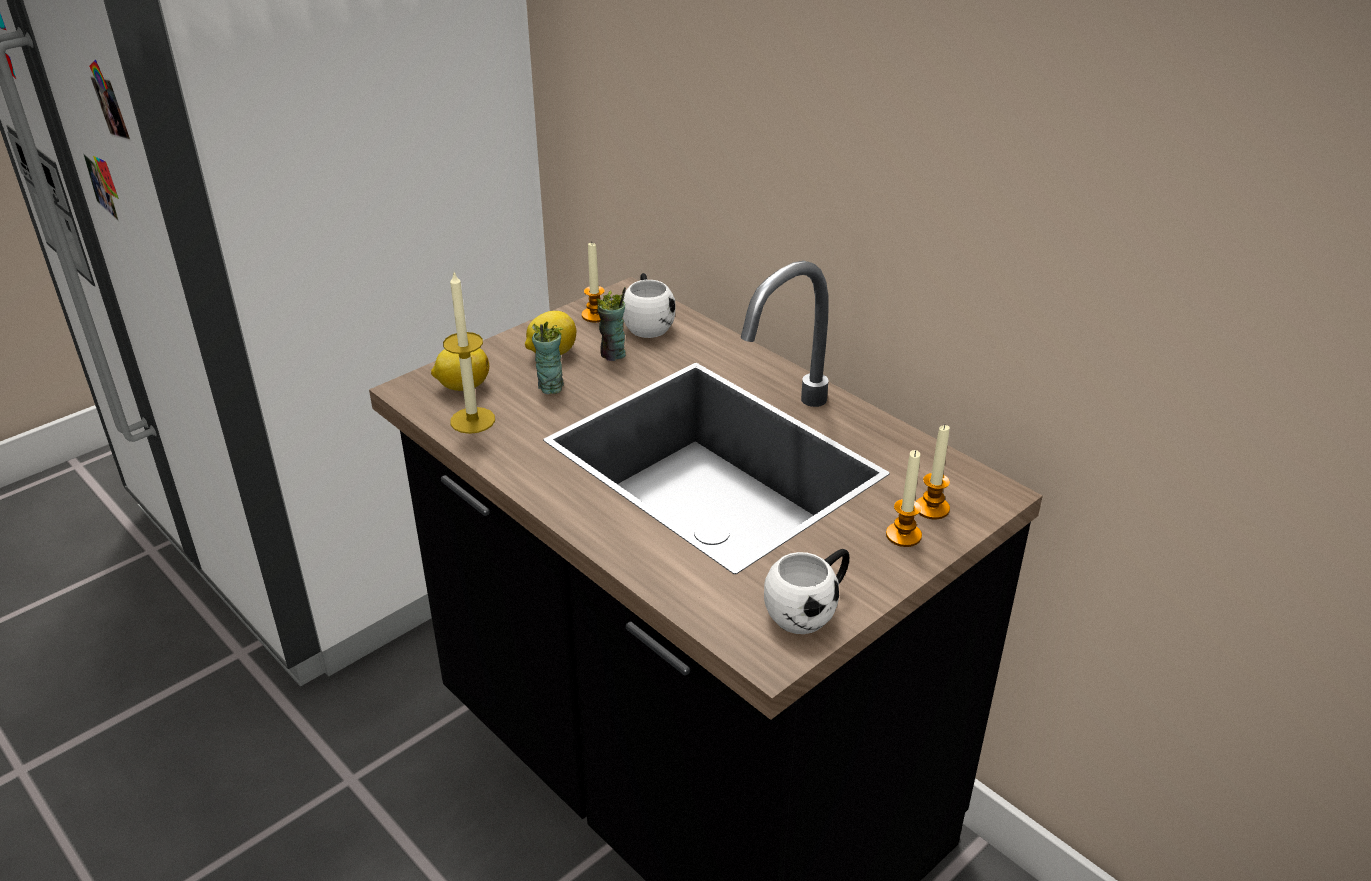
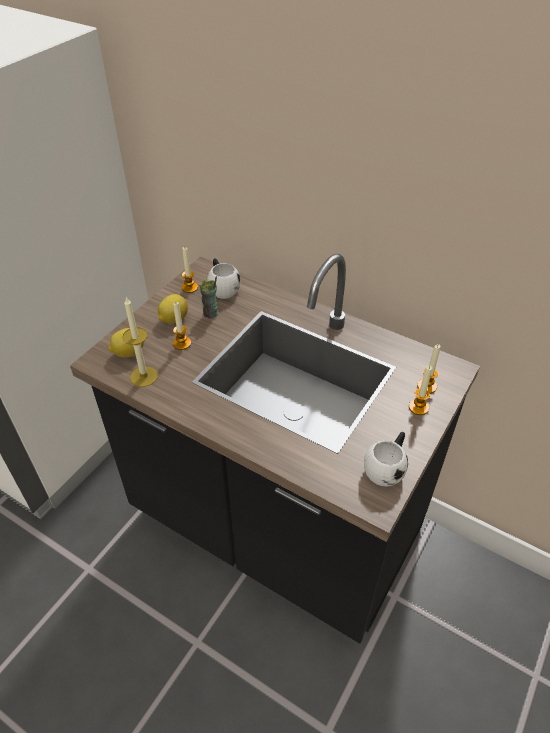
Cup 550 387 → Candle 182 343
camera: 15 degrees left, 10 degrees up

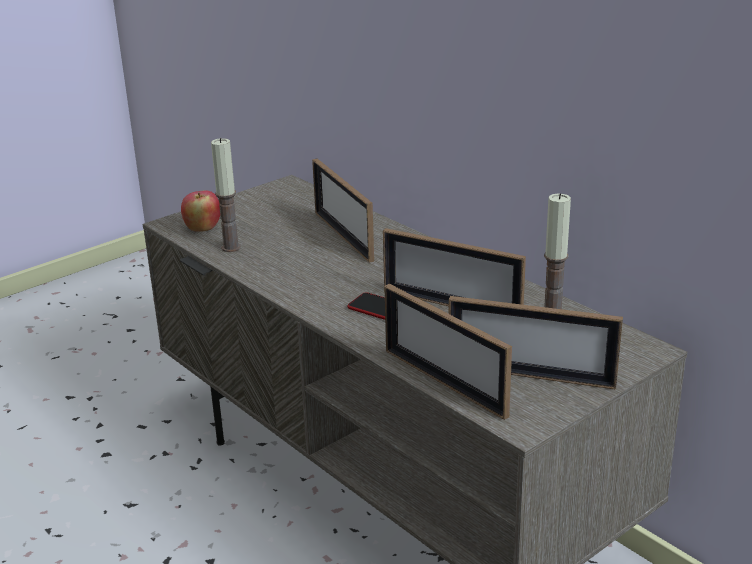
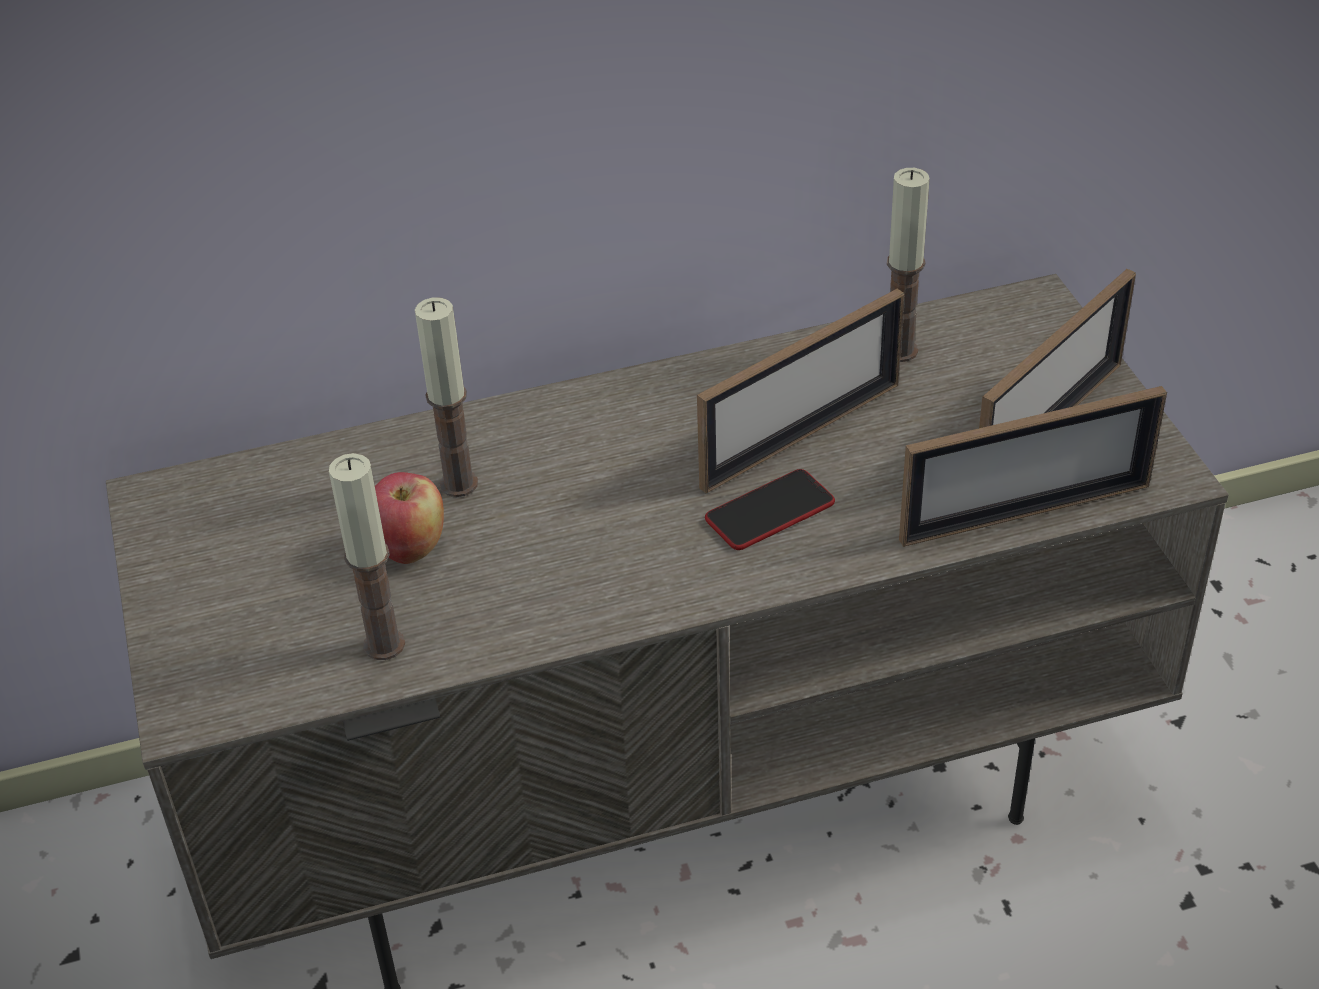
Apple 202 228 → Apple 409 547, shifted
PictureFrame 343 236 → Candle 458 484
camera: 65 degrees left, 15 degrees up

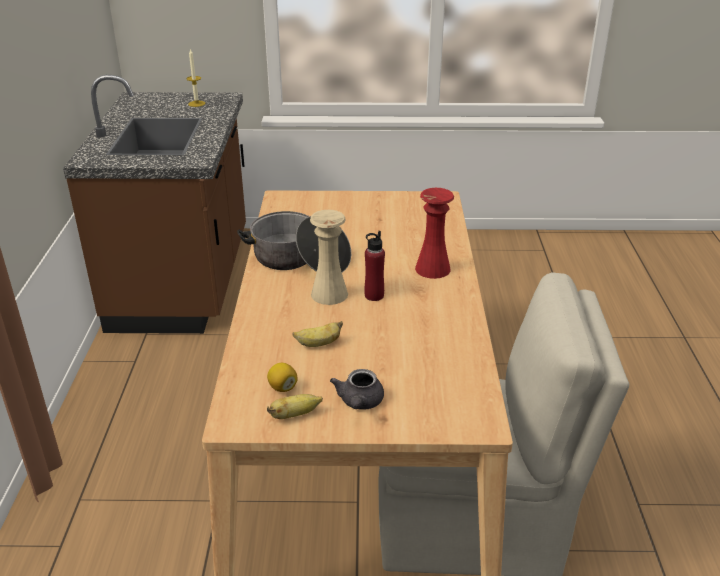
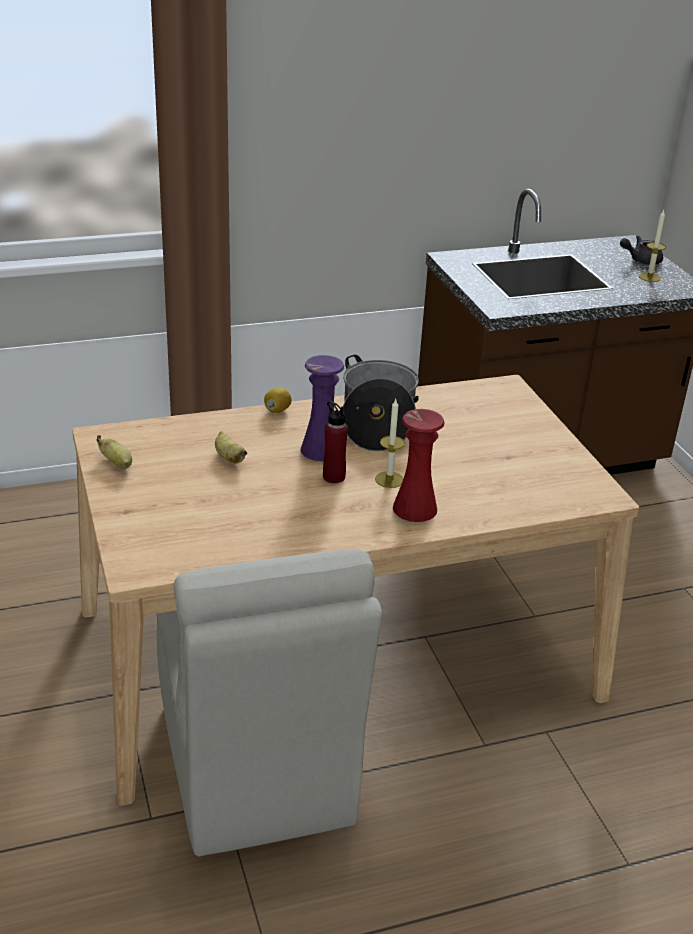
- → Candle 389 479
Lemon 282 387 → Lemon 277 410, shifted
GreyTeapot 359 403 → GreyTeapot 641 260, shifted
BeigeVase 329 294 → PurpleVase 321 450
camera: 70 degrees right, 0 degrees up

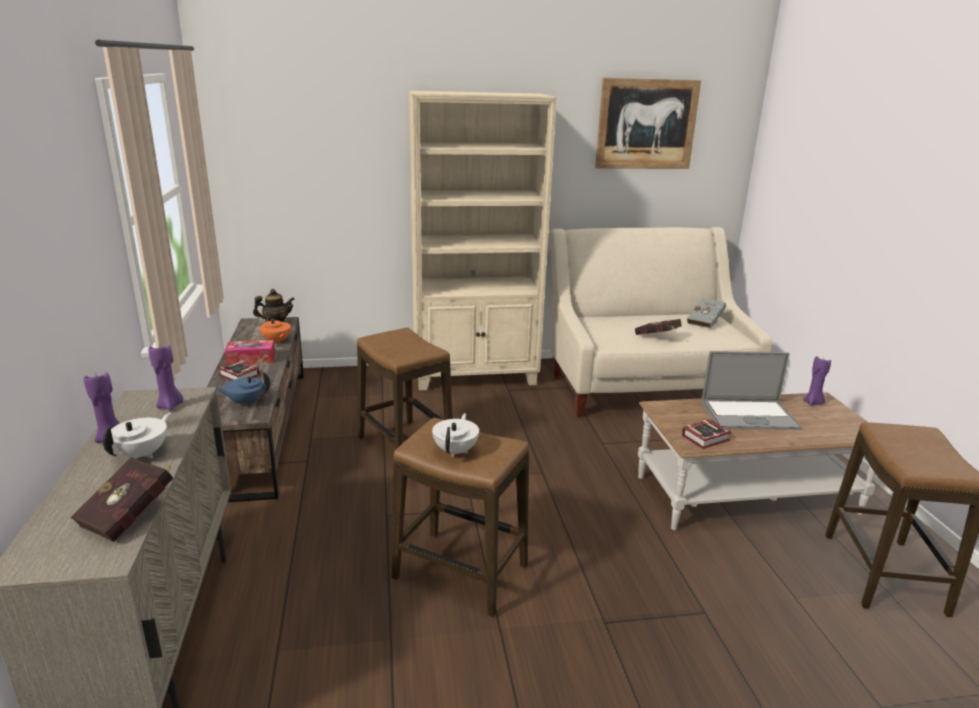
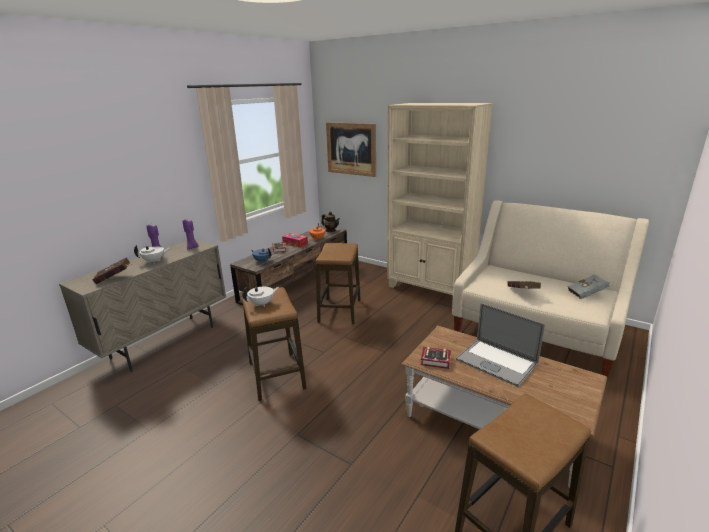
PurpleCandle 813 403 → -
Picture 646 124 → Picture 351 149, shifted
camera: 45 degrees right, 0 degrees up

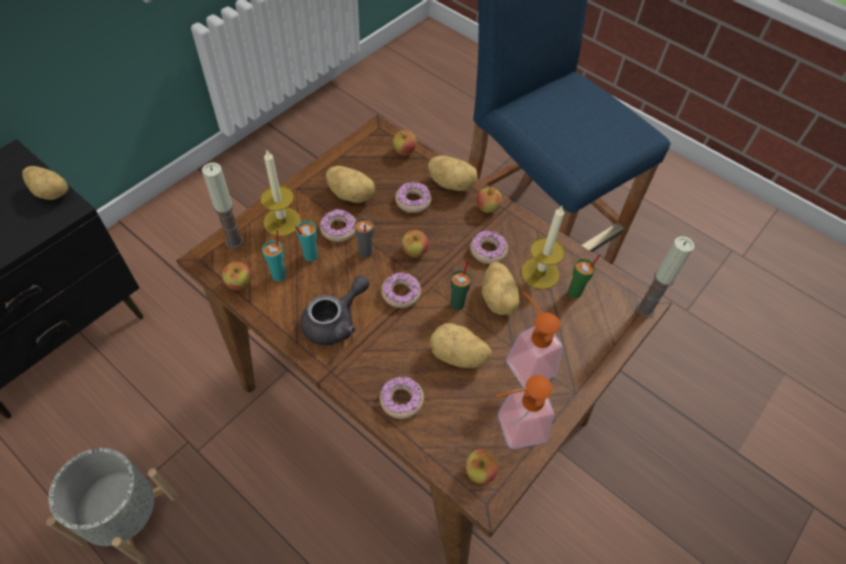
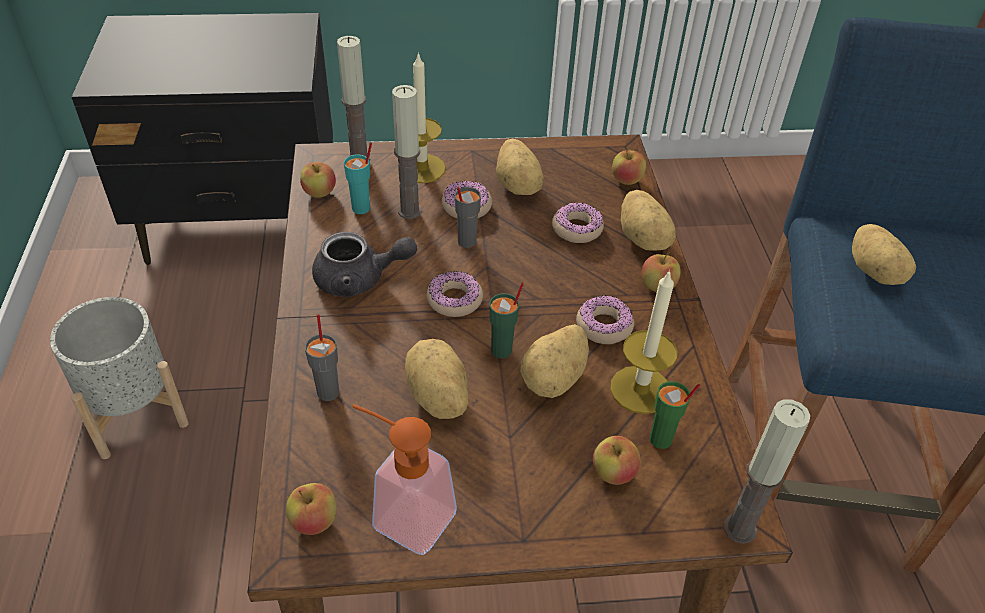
SoapDispenser 525 361 → -
Potato 51 192 → Potato 875 272, shifted
Apple 414 251 → Apple 613 473, shifted
TurquoiseCup 310 256 → Candle 409 211
Donut 401 400 → GreyCup 328 391
camera: 45 degrees right, 10 degrees down

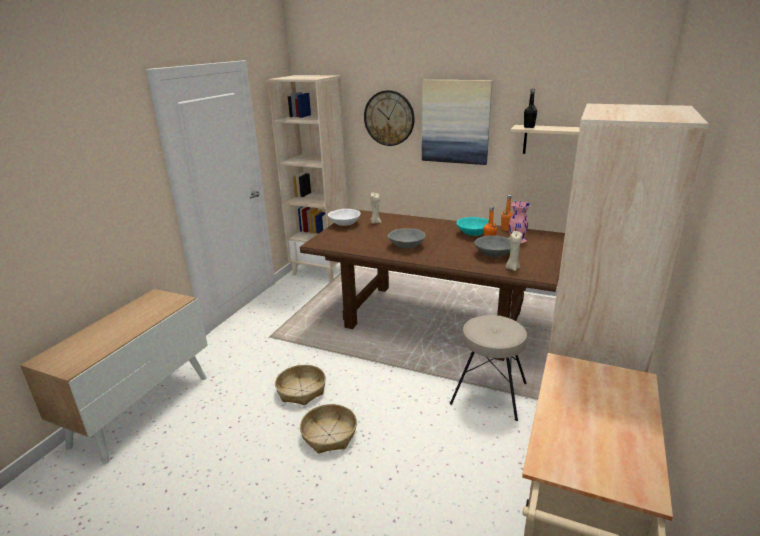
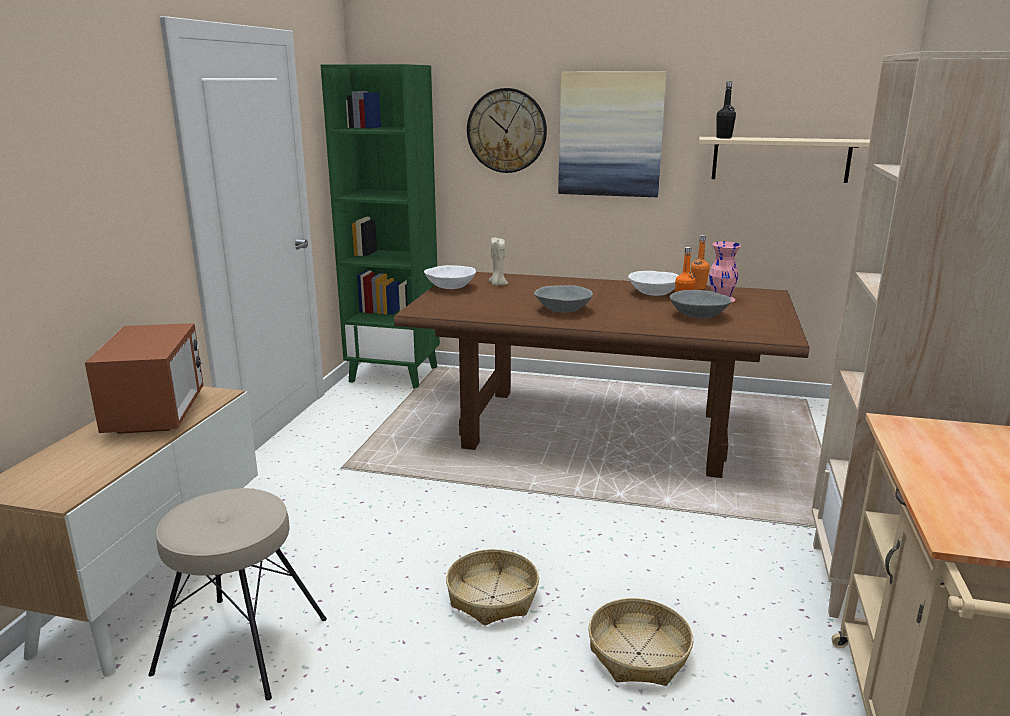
BeigeCandle 512 268 → -
- → Microwave 157 414
Basket 301 391 → Basket 639 654, shifted
BeigeStool 489 394 → BeigeStool 241 647, shifted
BeigeBookcase 321 270 → GreenBookcase 395 374
TurquoiseBowl 473 233 → WhiteBowl 654 293
camera: 10 degrees left, 5 degrees down

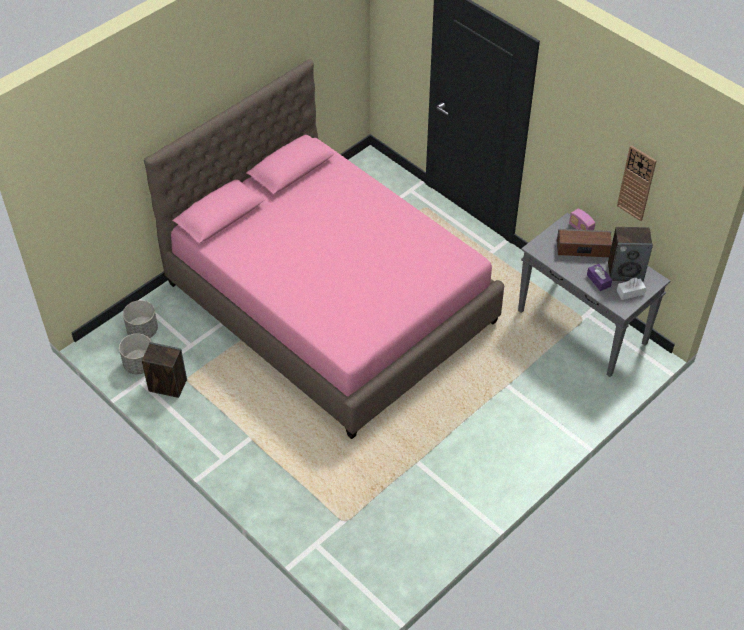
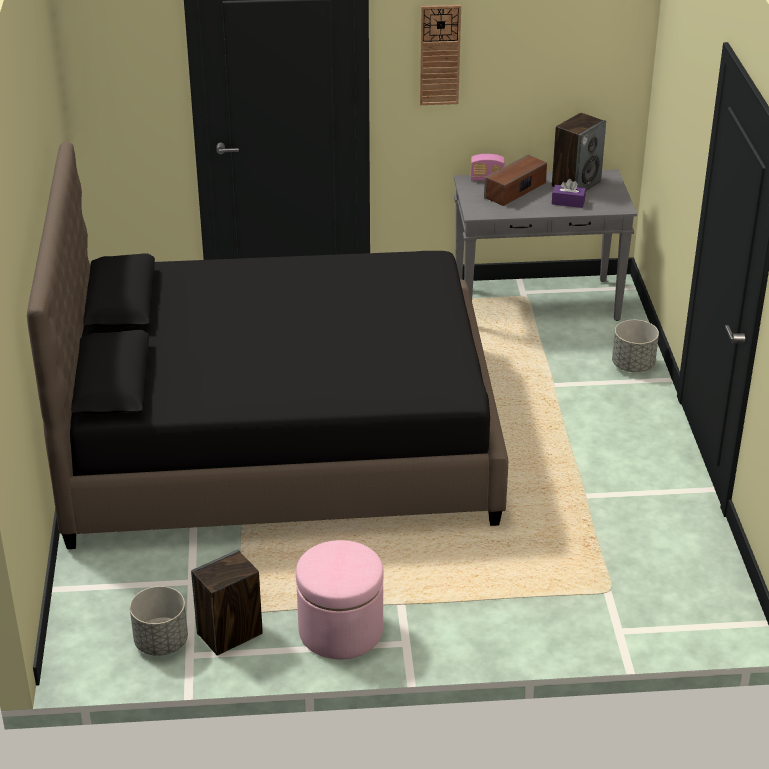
WhiteTissueBox 630 292 → -
- → PinkOttoman 340 630
GreyPlanter 143 331 → GreyPlanter 633 365, shifted
WallClock 636 183 → WallClock 440 55, shifted
PinkBed 331 302 → BlackBed 279 439
camera: 50 degrees left, 15 degrees down

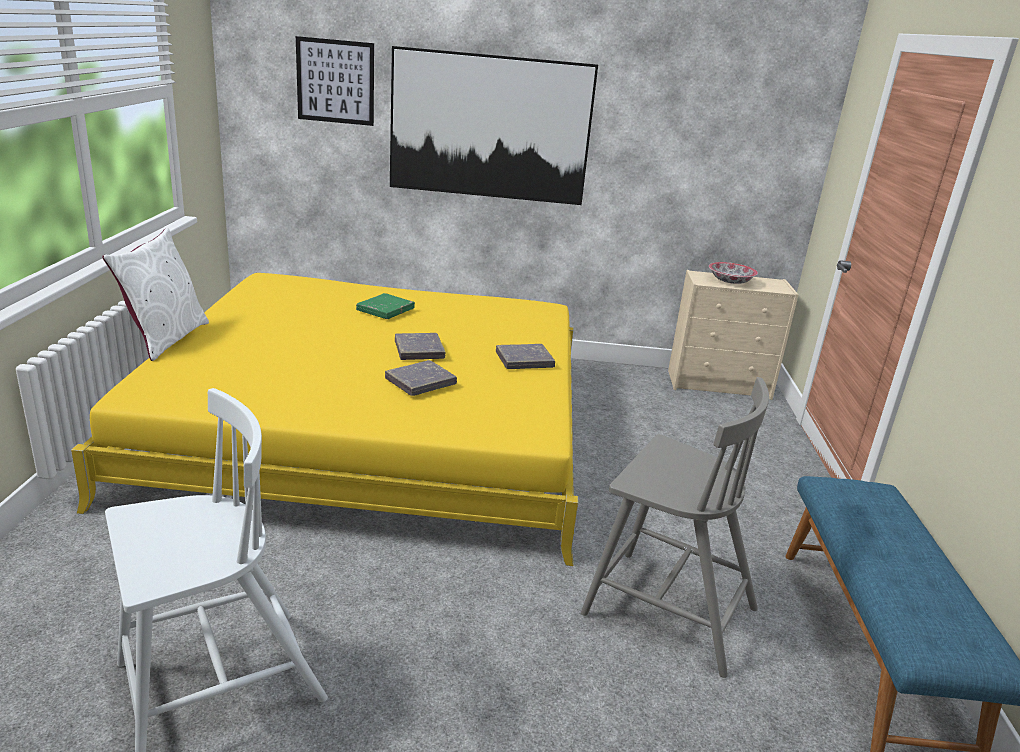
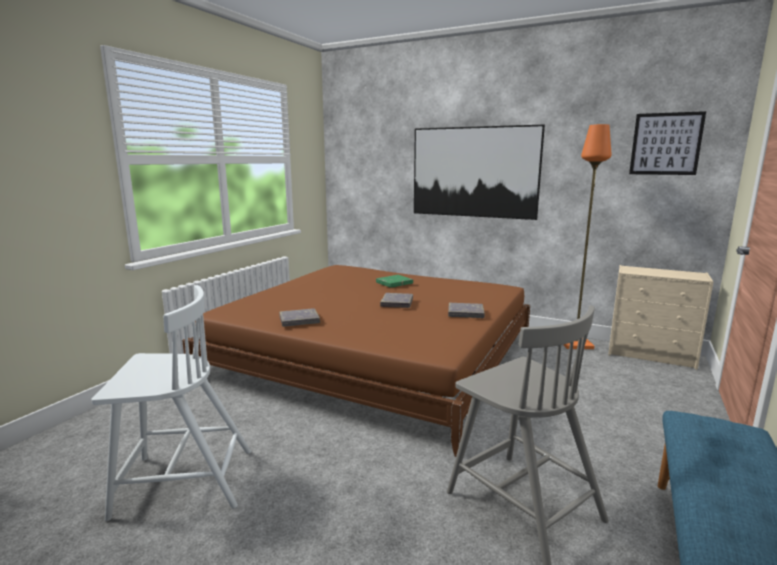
WhitePillow 165 339 → -
Bowl 730 281 → -
- → OrangeFloorLamp 576 344
Picture 335 81 → Picture 665 144, shifted
GreyBook 420 382 → GreyBook 299 320, shifted
YellowBed 376 427 → BrownBed 375 355
camera: 25 degrees right, 10 degrees down

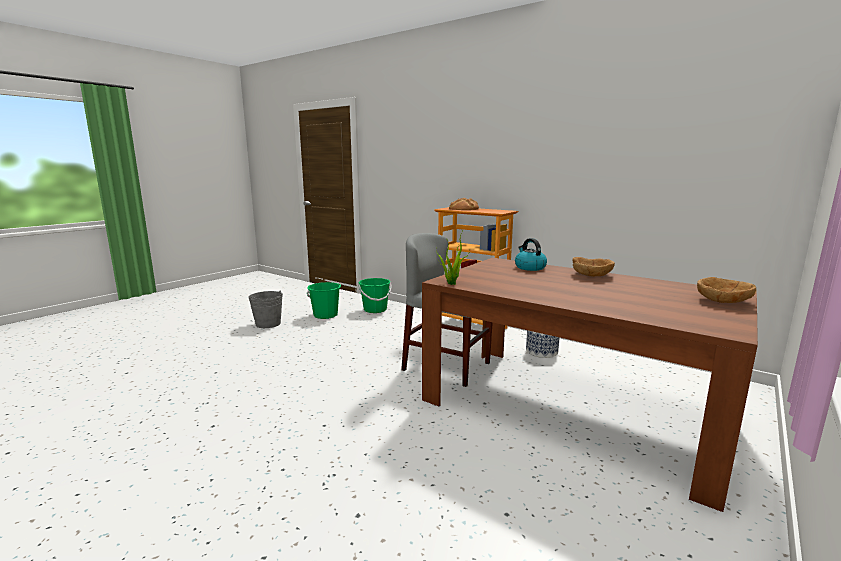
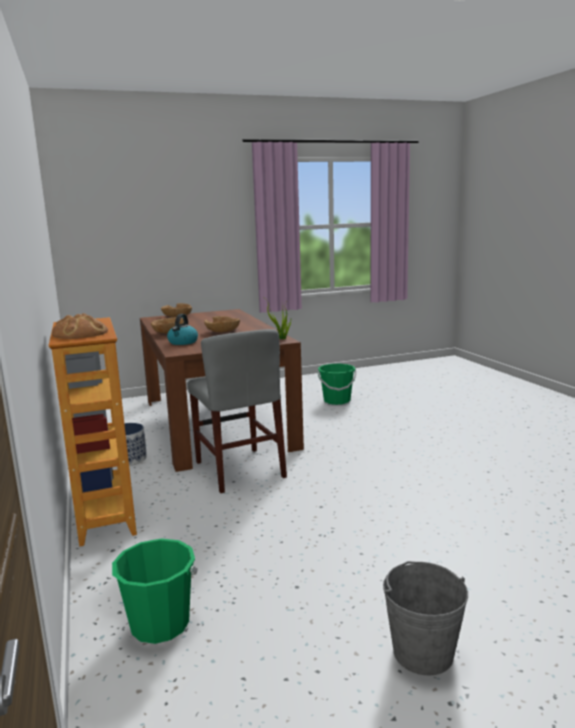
- → BrownBowl 223 331
GreenBucket 325 315 → GreenBucket 337 400, shifted
camera: 145 degrees left, 0 degrees up

